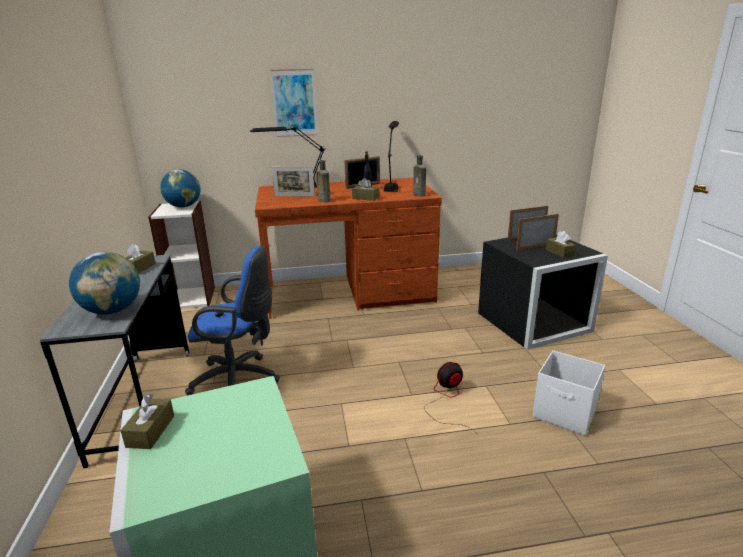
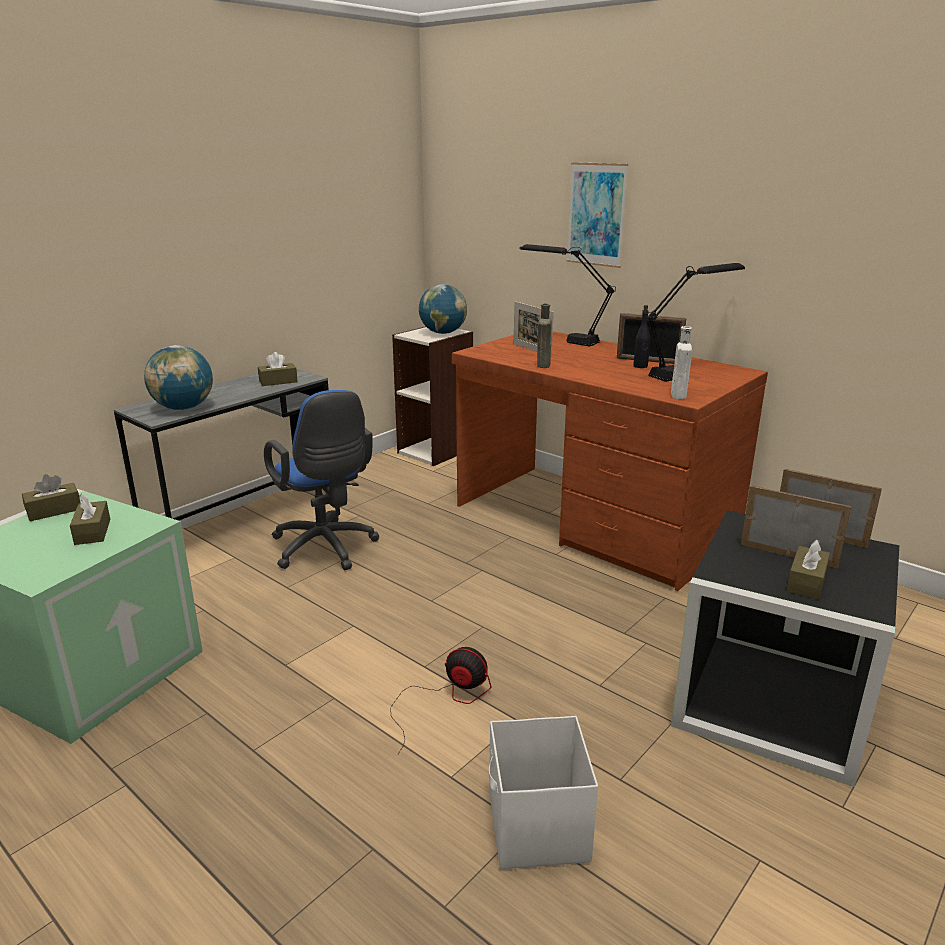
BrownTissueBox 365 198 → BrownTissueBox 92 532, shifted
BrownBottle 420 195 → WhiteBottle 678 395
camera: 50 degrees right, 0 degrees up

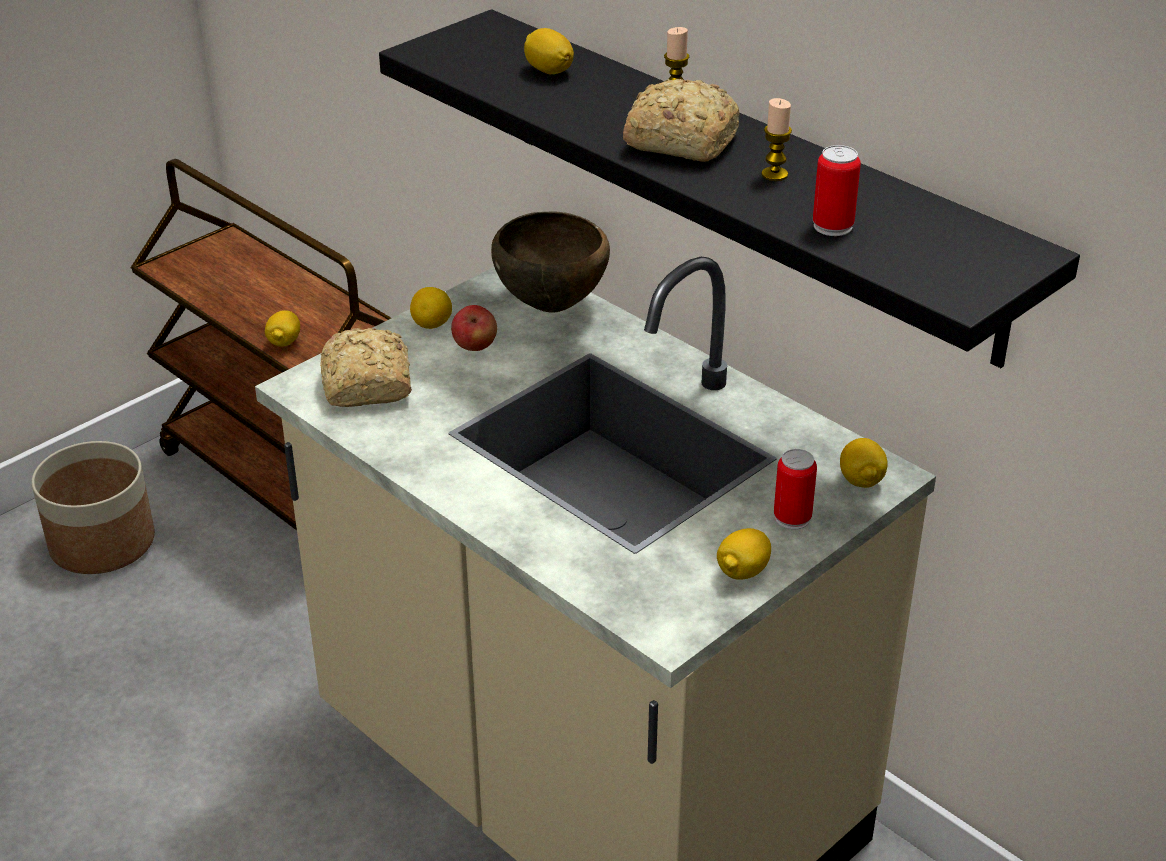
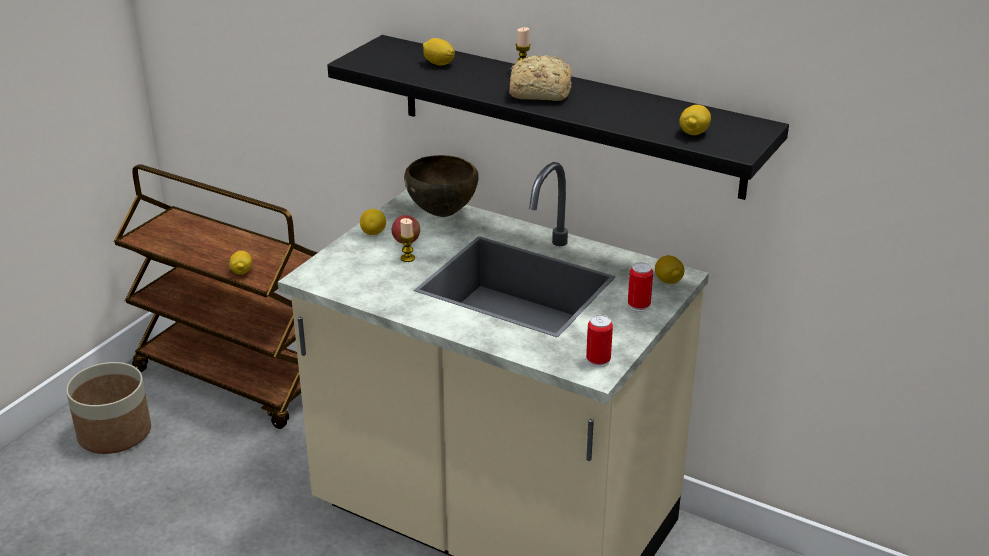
Bread 366 386 → -
Lemon 742 572 → Lemon 694 133, shifted
Candle 774 174 → Candle 407 258, shifted
Can 832 226 → Can 598 360, shifted
camera: 15 degrees left, 5 degrees down

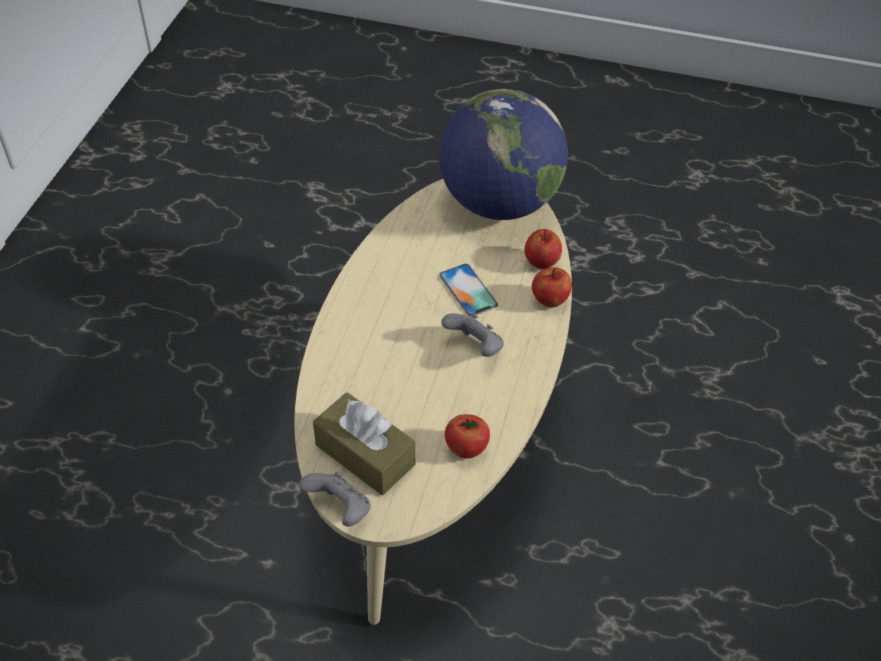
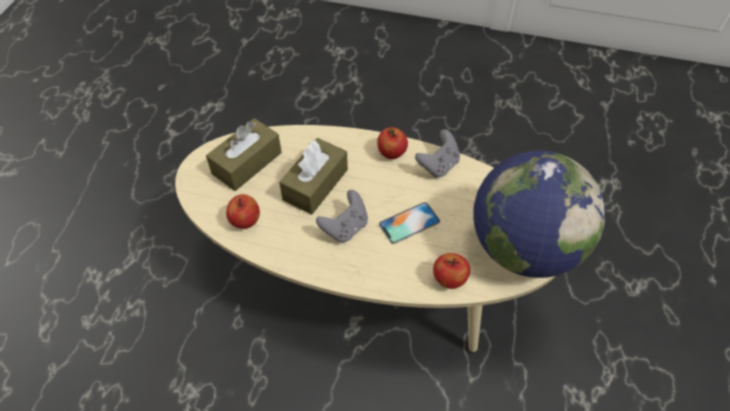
- → BrownTissueBox 315 184
GreyGameController 340 509 → GreyGameController 438 165, shifted
Apple 549 300 → Apple 392 153, shifted
camera: 90 degrees right, 5 degrees up

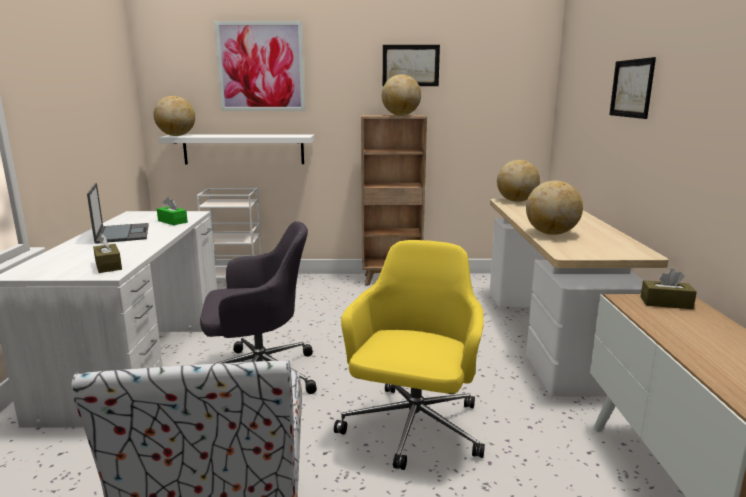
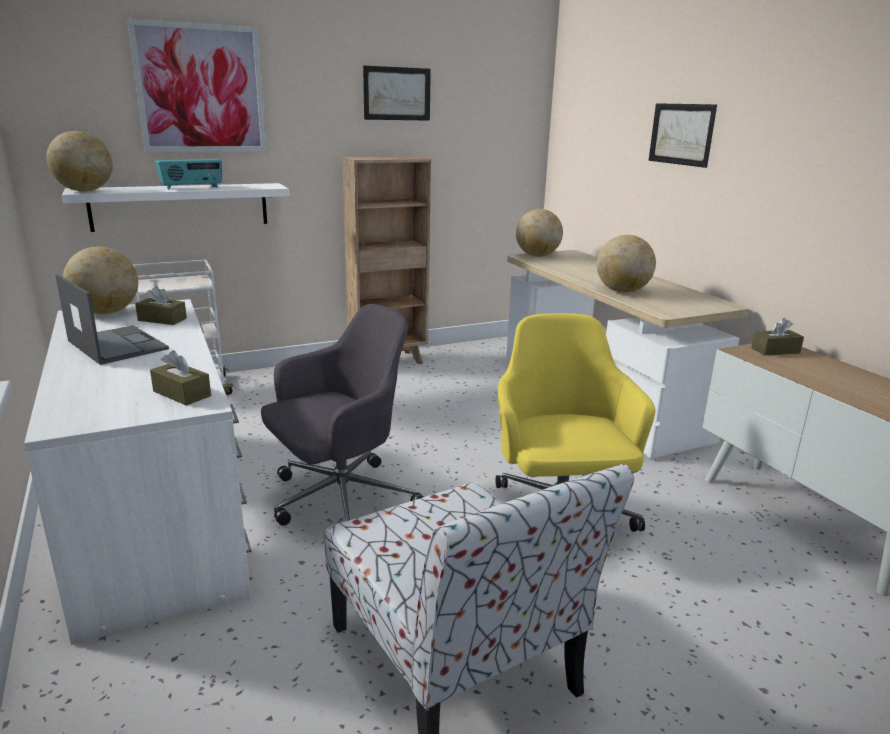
- → Radio 192 187
Globe 401 115 → Globe 107 312, shifted
GreenTissueBox 172 221 → BrownTissueBox 162 319
camera: 25 degrees left, 5 degrees up

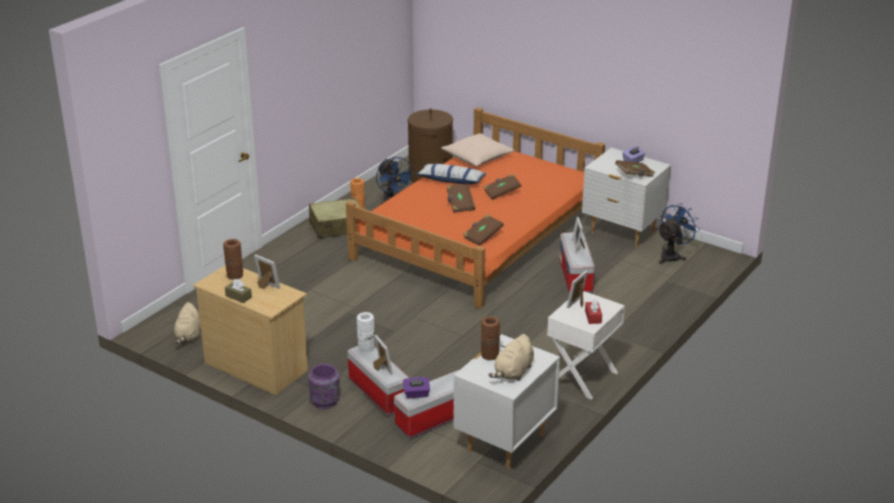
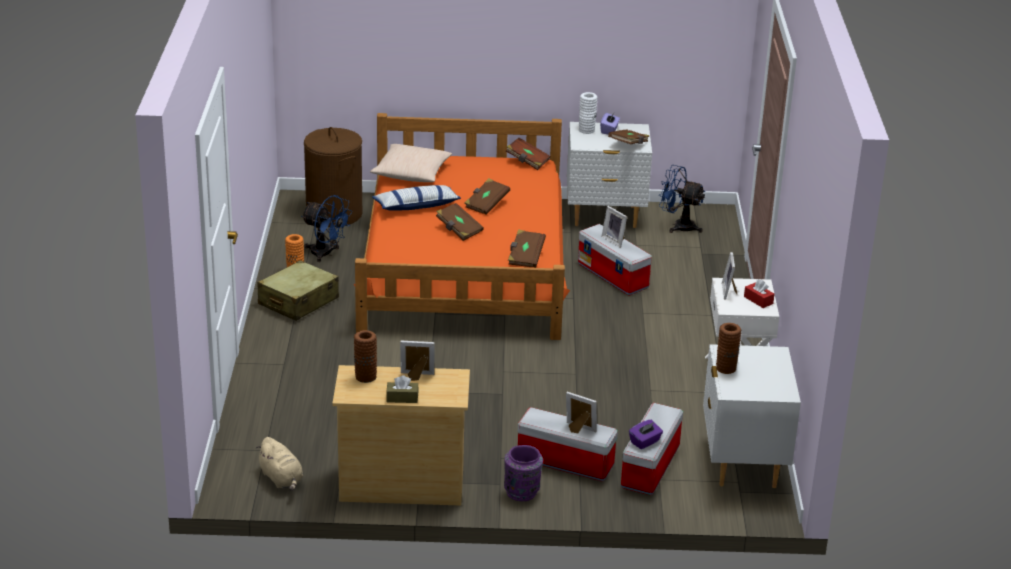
BeigePlushToy 513 372 → -
- → BrownBook 527 161
WhiteVase 366 348 → WhiteVase 586 130, shifted
BlueFan 672 256 → BlueFan 678 226, 75 degrees counterclockwise
camera: 35 degrees left, 0 degrees up

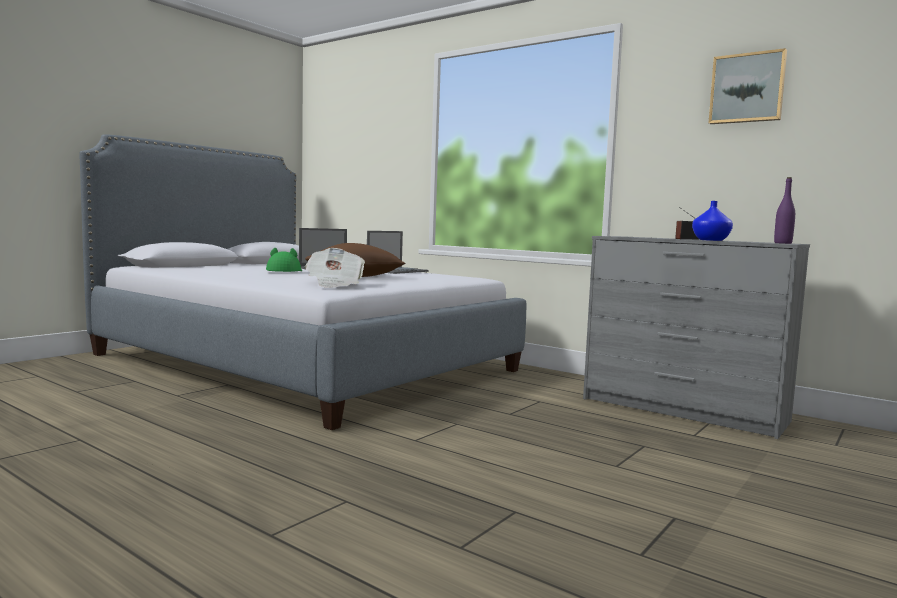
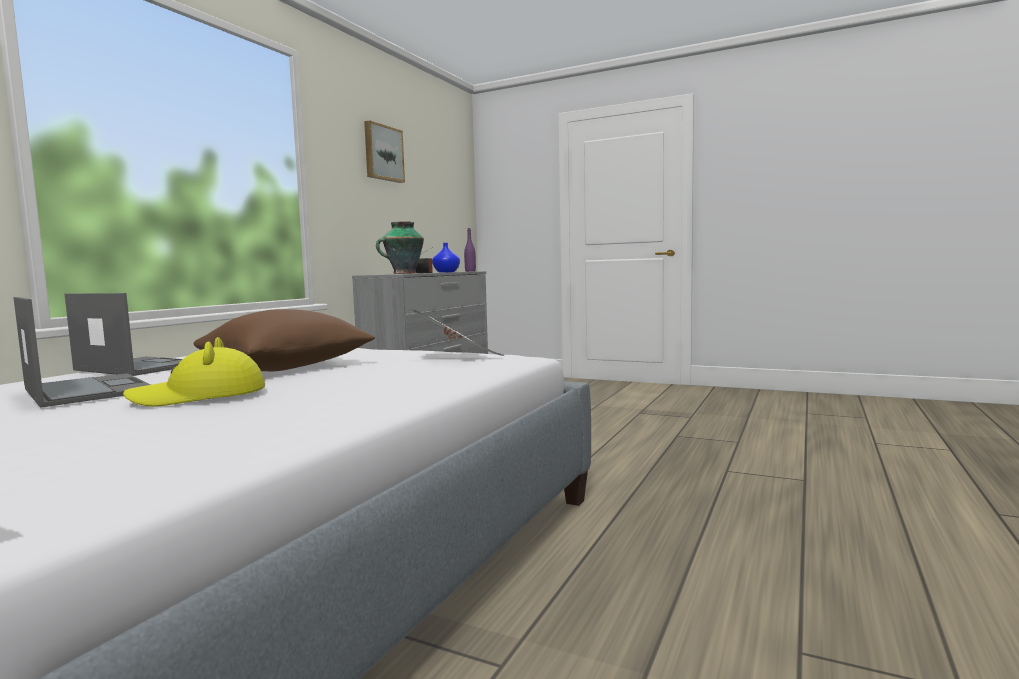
- → Vase 403 273
GreenHat 284 271 → YellowHat 199 397
camera: 100 degrees left, 0 degrees up

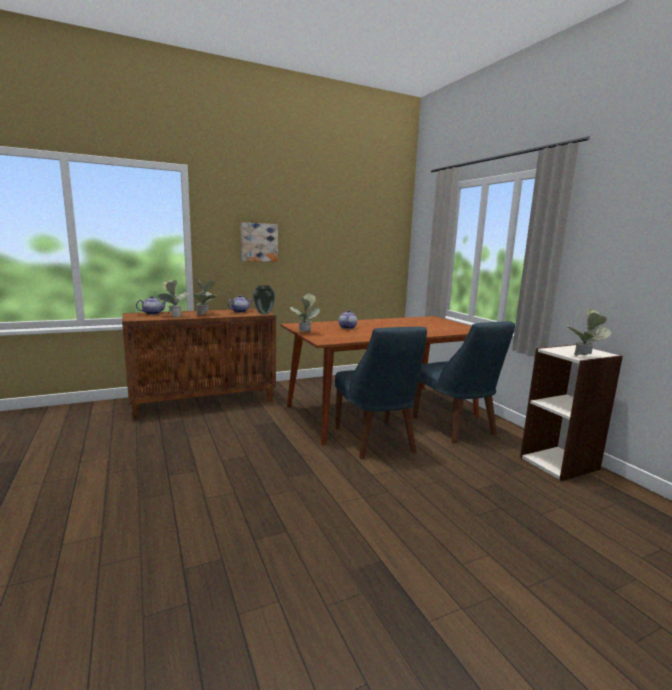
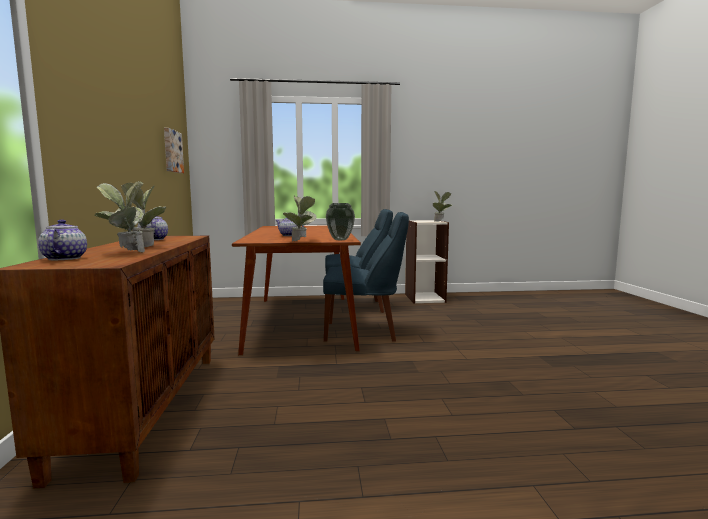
Picture 259 242 → Picture 172 151, shifted
Vase 263 313 → Vase 340 239, shifted
camera: 70 degrees left, 5 degrees down

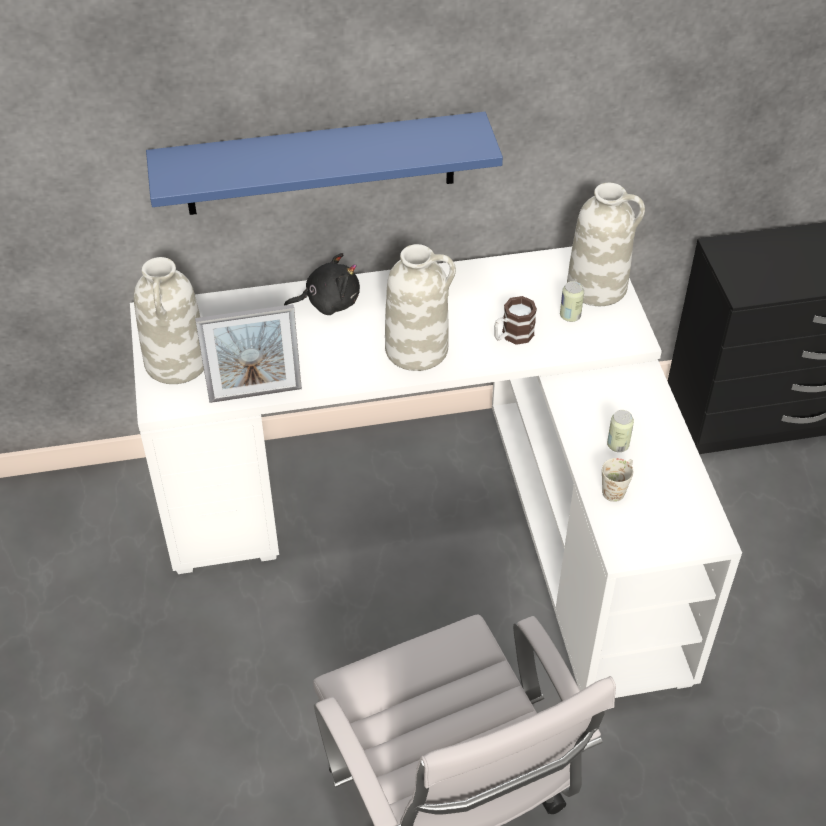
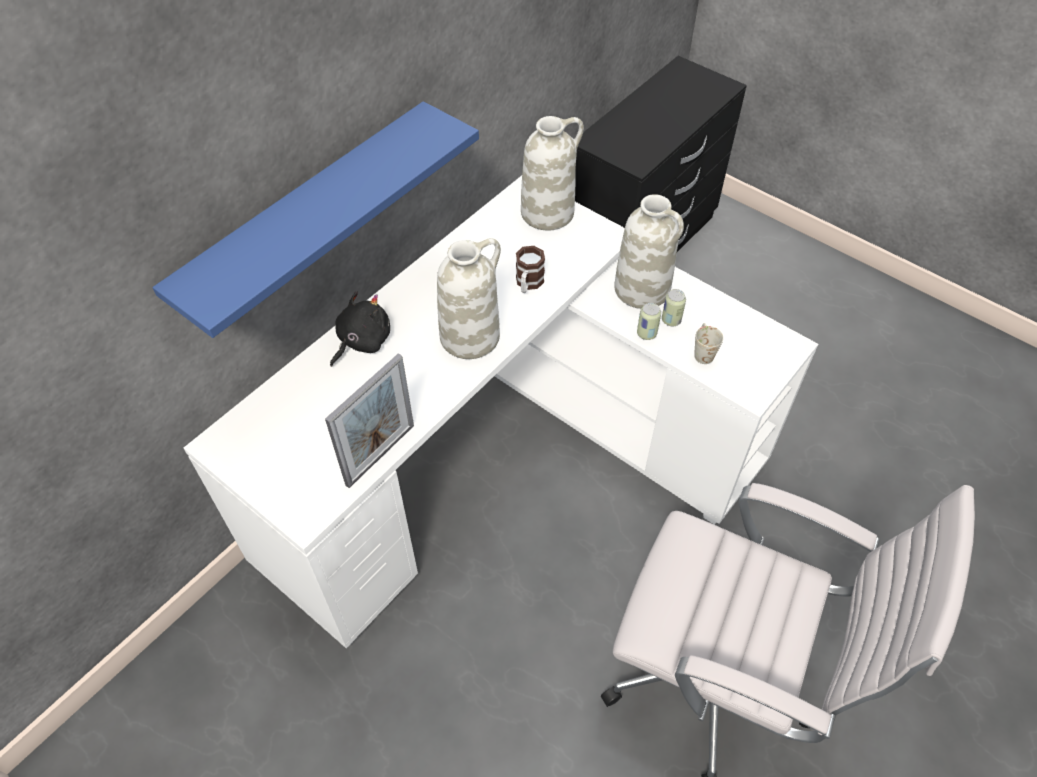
WhiteVase 177 363 → WhiteVase 643 289, shifted
Can 570 316 → Can 646 334, shifted
camera: 40 degrees left, 5 degrees up

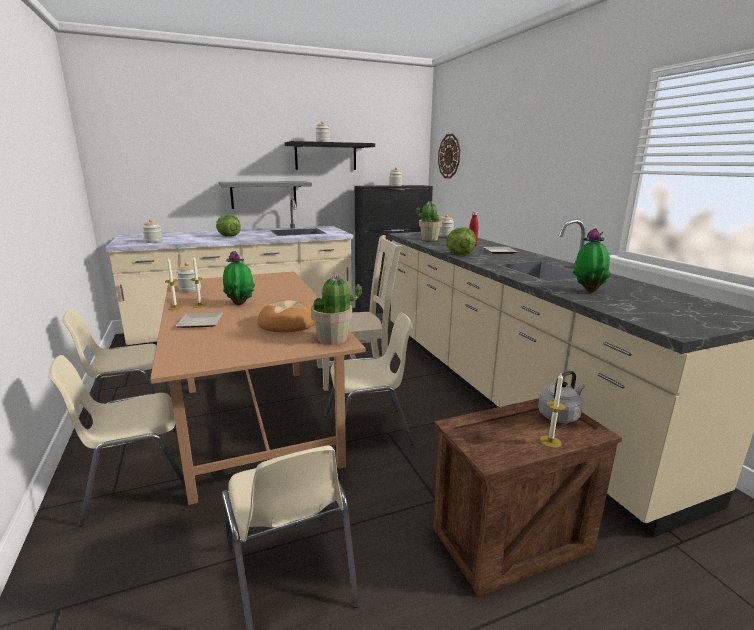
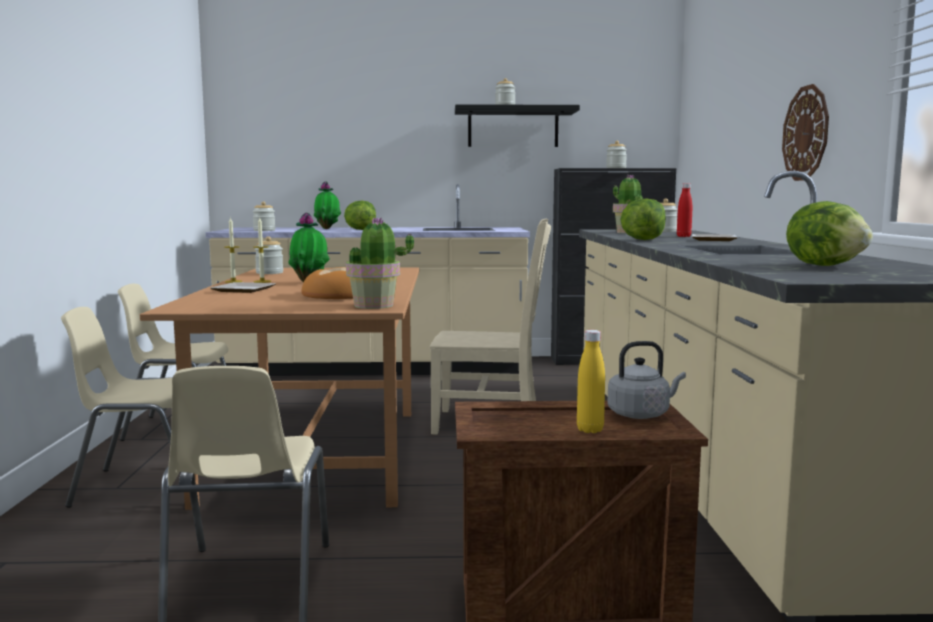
GreyShelf 264 194 → -
BeigeChair 368 430 → -
- → Lettuce 826 265
WallClock 449 156 → WallClock 806 133, shifted
PottedPlant 588 290 → PottedPlant 327 229, shifted
Candle 550 441 → YellowBottle 590 430
camera: 20 degrees right, 10 degrees down

